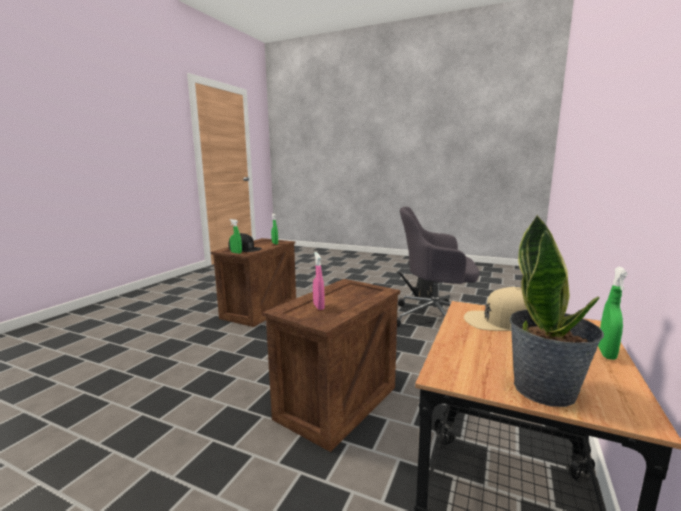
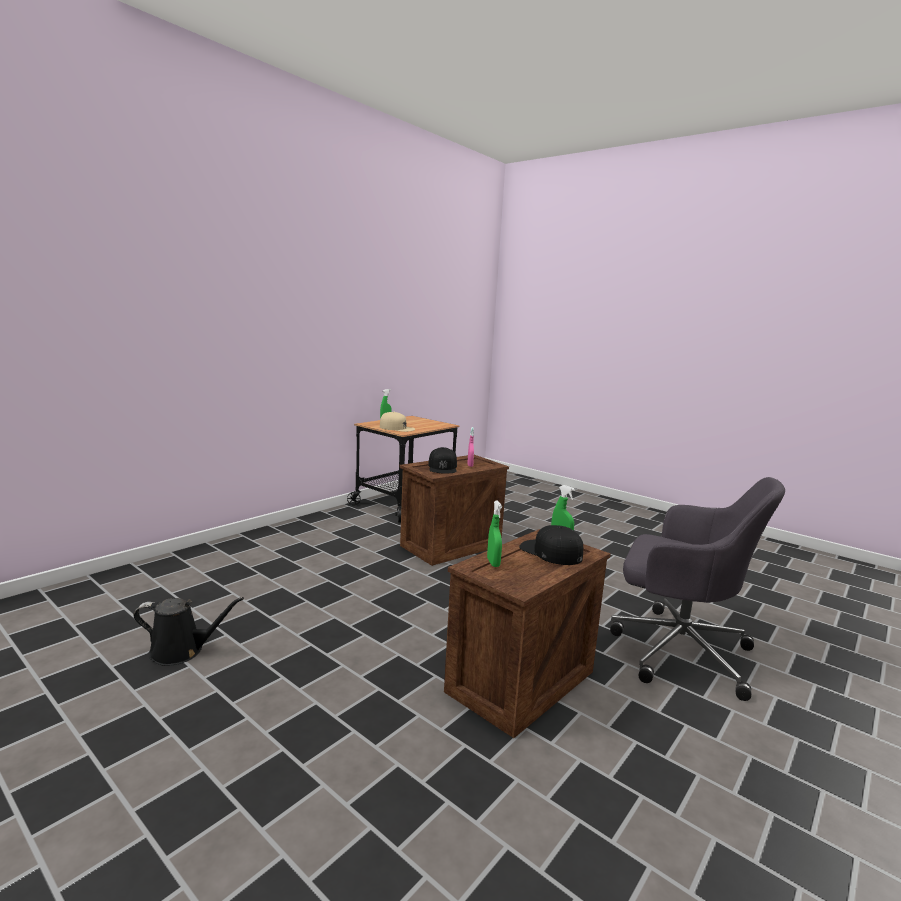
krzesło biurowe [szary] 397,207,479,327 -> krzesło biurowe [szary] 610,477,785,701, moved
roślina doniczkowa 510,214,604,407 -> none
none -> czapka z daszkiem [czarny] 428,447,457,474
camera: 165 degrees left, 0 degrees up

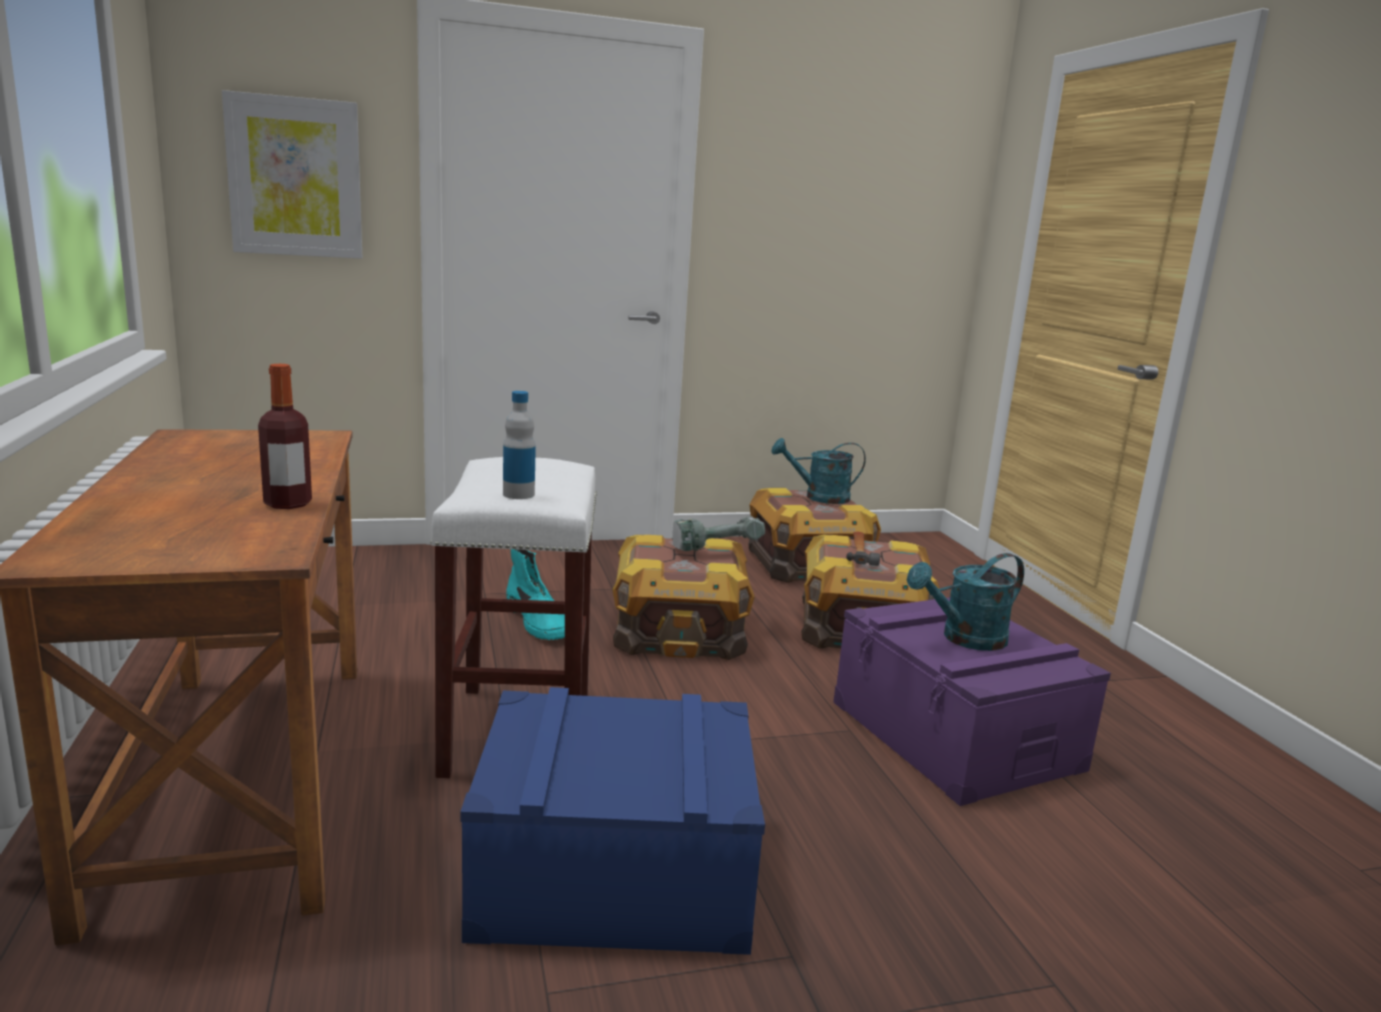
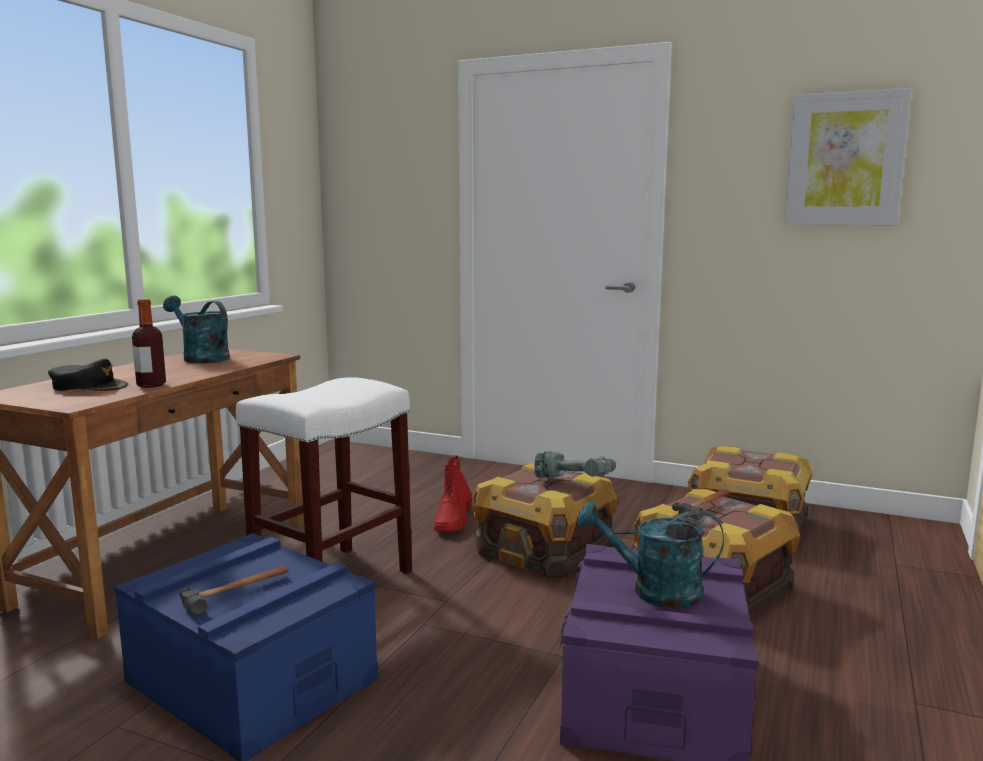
obraz 222,90,362,259 -> obraz 785,88,911,225, moved
butelka 503,391,536,499 -> none
konewka [turkusowy] 771,438,866,504 -> konewka [turkusowy] 163,296,230,363, moved
but z cholewką [turkusowy] 506,549,565,640 -> but z cholewką [czerwony] 434,455,472,532
none -> czapka z daszkiem [czarny] 48,359,128,391
none -> młotek 180,566,289,615
camera: 40 degrees right, 5 degrees down

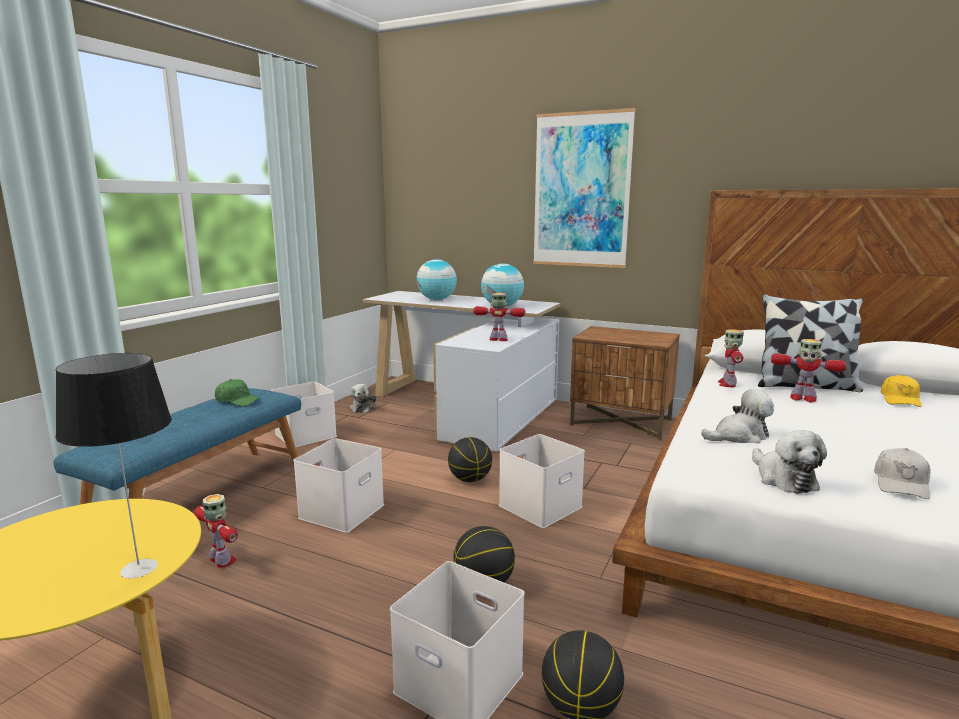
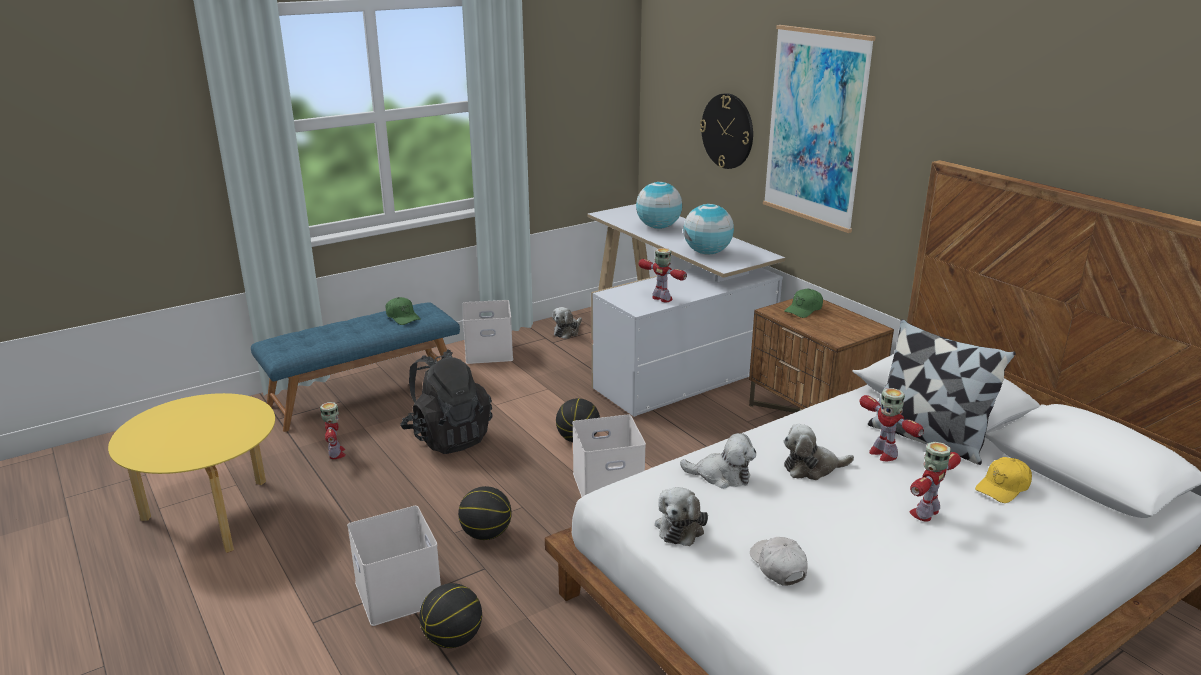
robot zabawkowy 718,329,744,387 -> robot zabawkowy 910,442,961,522, moved
lampa stołowa 55,353,172,578 -> none
pojemnik do przechowywania [biały] 293,438,384,533 -> plecak [czarny] 400,349,492,454
czapka z daszkiem [biały] 874,448,931,499 -> czapka z daszkiem [biały] 750,537,808,586, 105 degrees clockwise
none -> zegar ścienny 700,93,753,169
none -> czapka z daszkiem [zielony] 784,289,823,318
none -> pluszak 783,424,854,480
camera: 30 degrees right, 10 degrees up

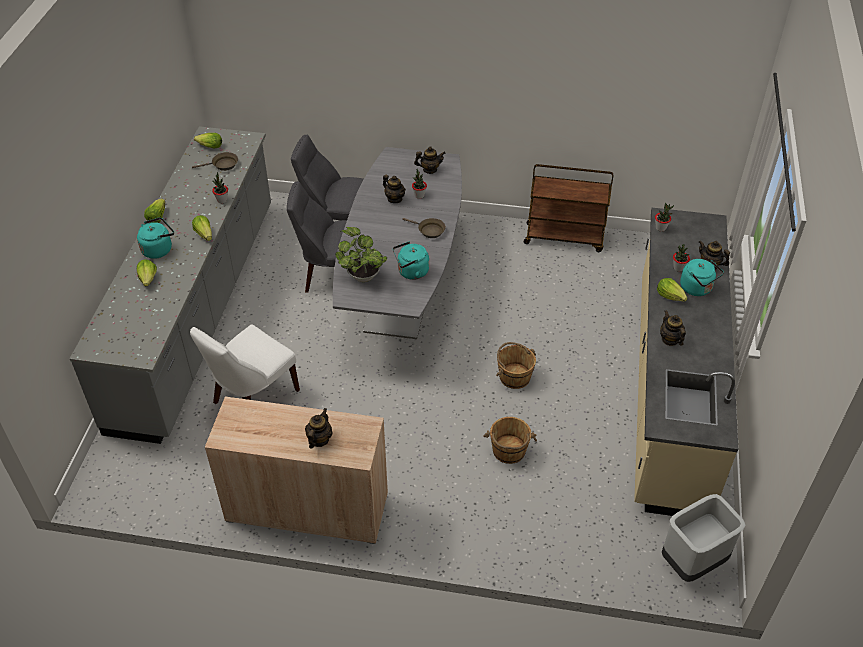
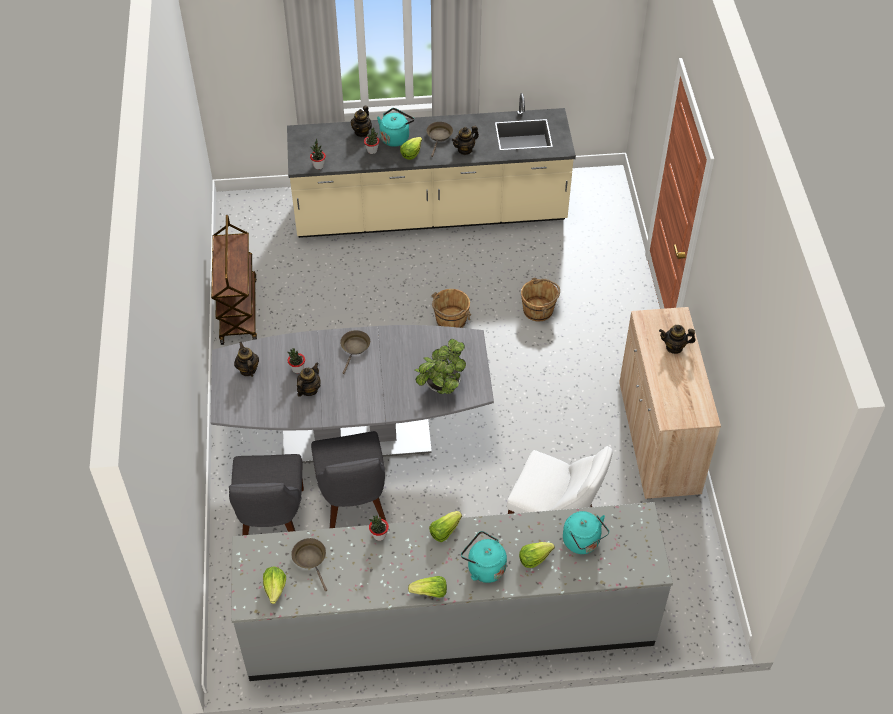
czajnik [turkusowy] 393,242,429,280 -> czajnik [turkusowy] 563,511,609,554, moved
kosz na śmieci [szary] 662,494,746,582 -> none
none -> patelnia [brązowy] 426,122,453,157
camera: 105 degrees left, 5 degrees up

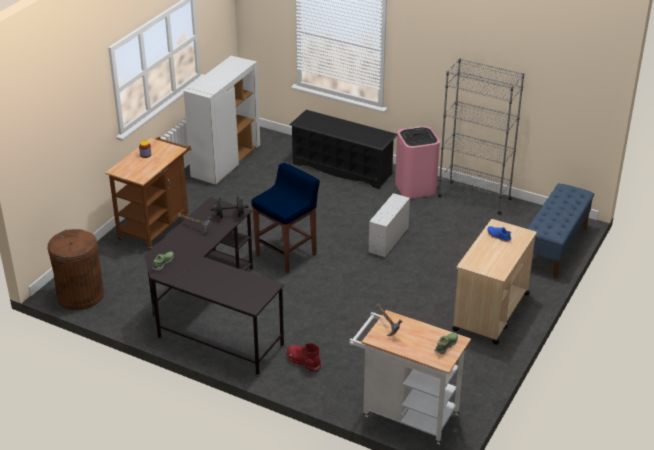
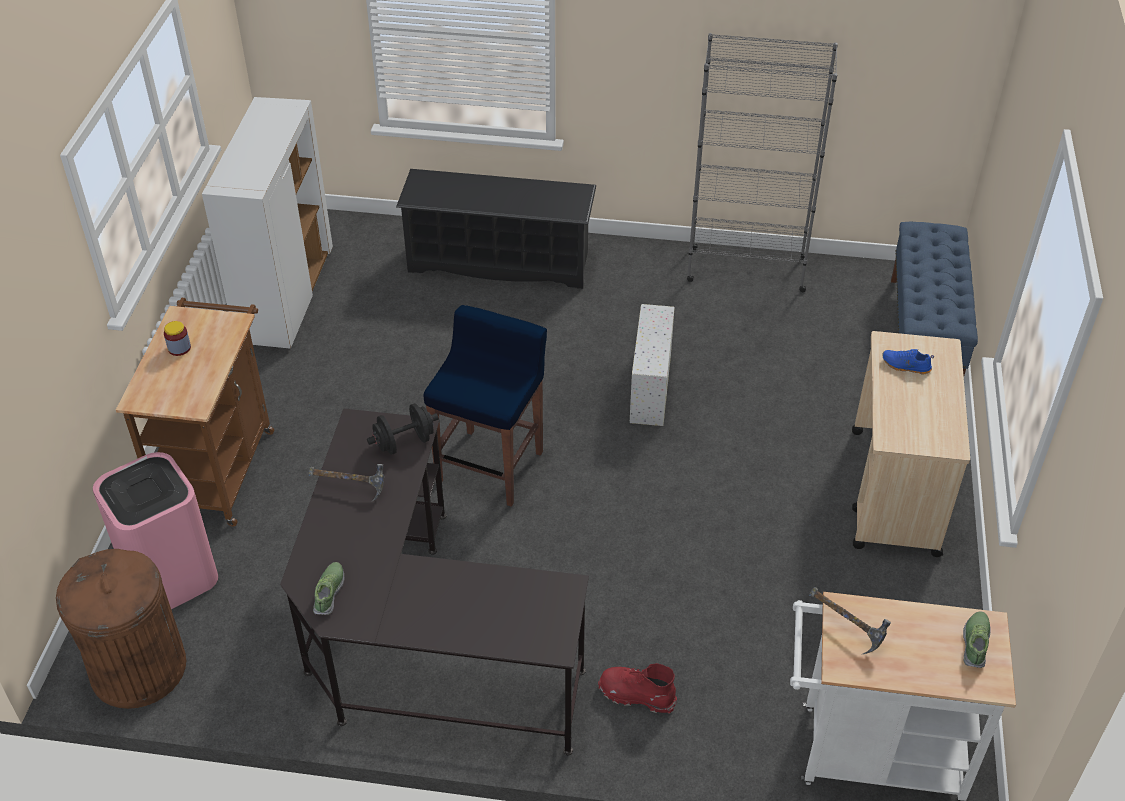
kosz na śmieci [różowy] 395,126,440,199 -> kosz na śmieci [różowy] 93,452,218,609, moved
camera: 20 degrees left, 10 degrees up

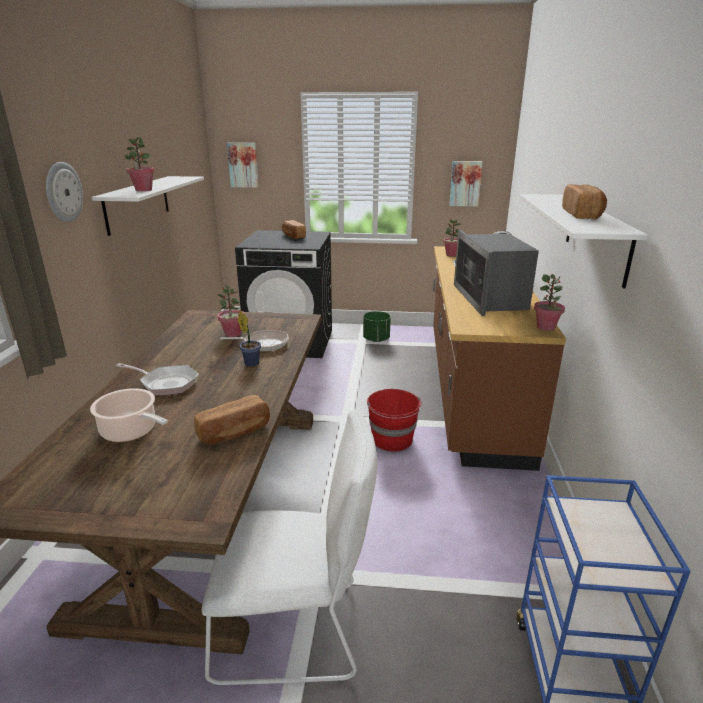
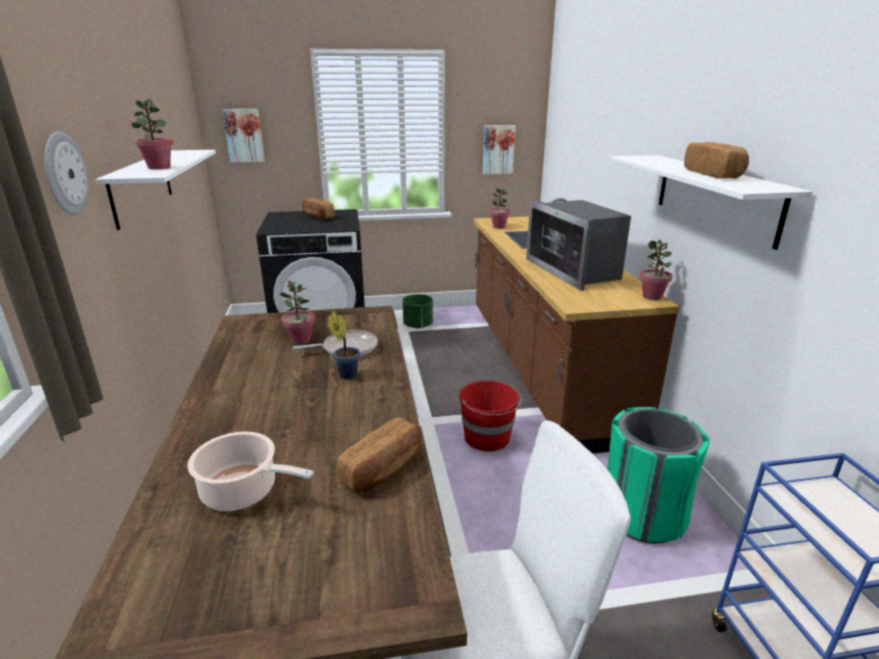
patelnia 115,363,199,396 -> none
none -> kosz na śmieci [zielony] 607,407,710,544
camera: 15 degrees left, 0 degrees up

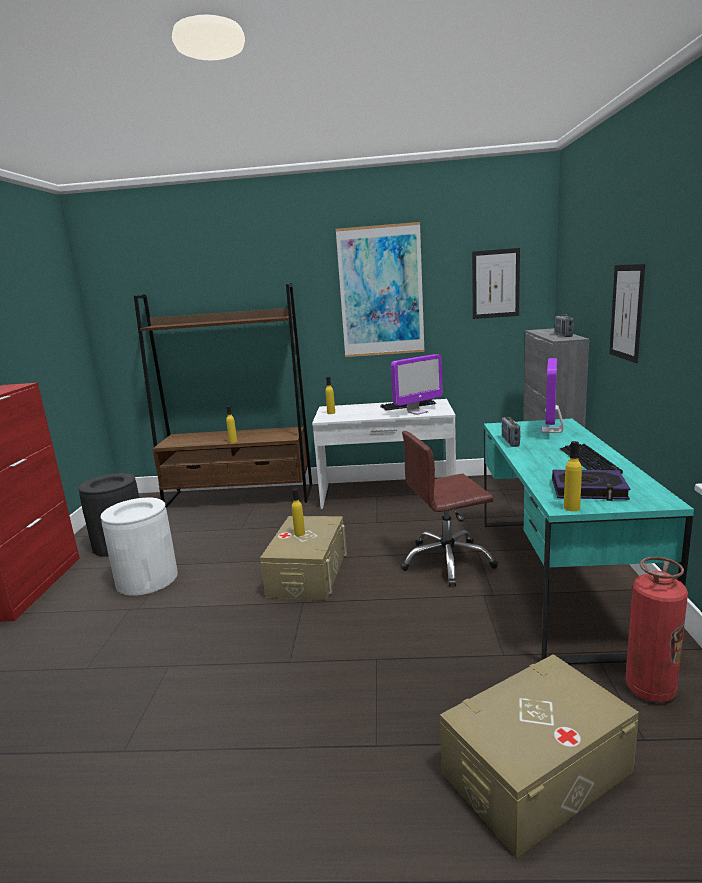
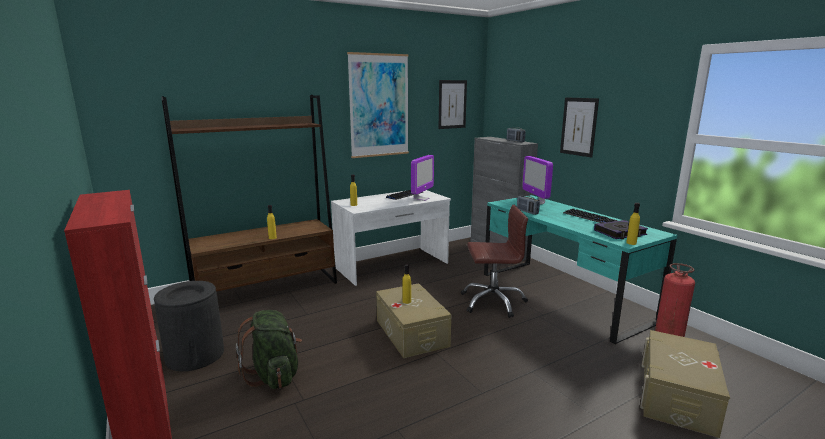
krzesło biurowe [brązowy] 401,431,498,586 -> krzesło biurowe [brązowy] 461,205,528,318, 135 degrees counterclockwise
kosz na śmieci [biały] 101,498,178,596 -> plecak [zielony] 236,310,302,389
camera: 35 degrees left, 0 degrees up

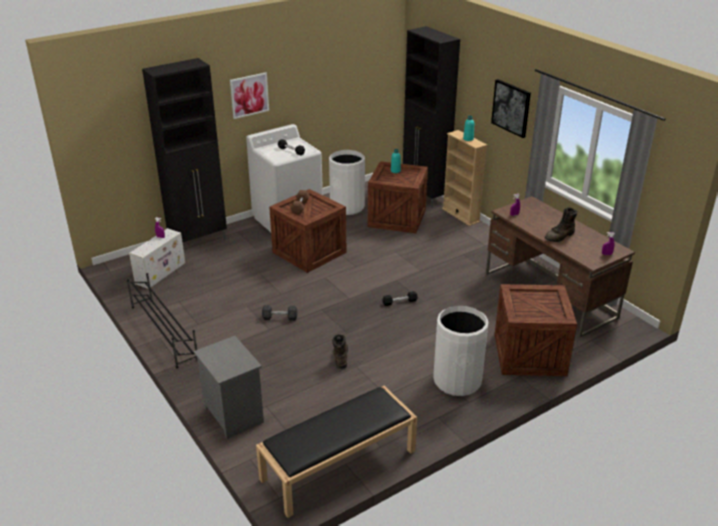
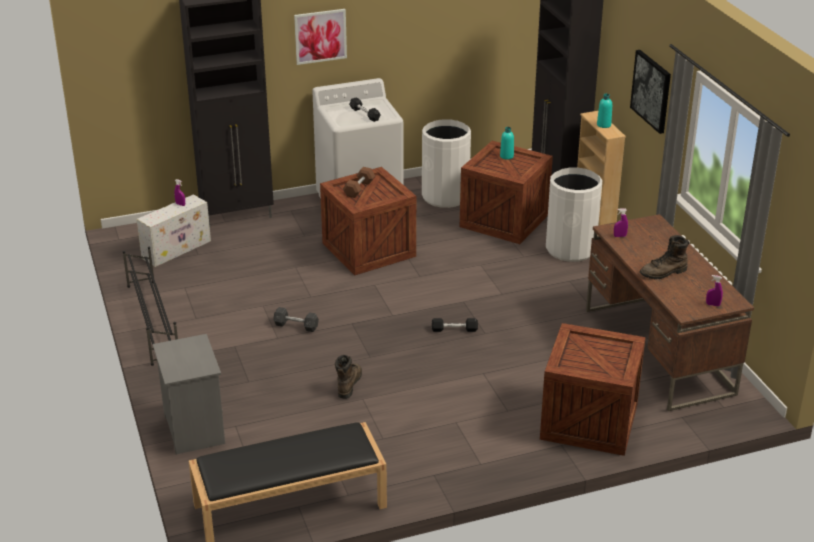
kosz na śmieci [biały] 433,306,488,396 -> kosz na śmieci [biały] 546,167,602,262, moved
camera: 15 degrees right, 0 degrees up

